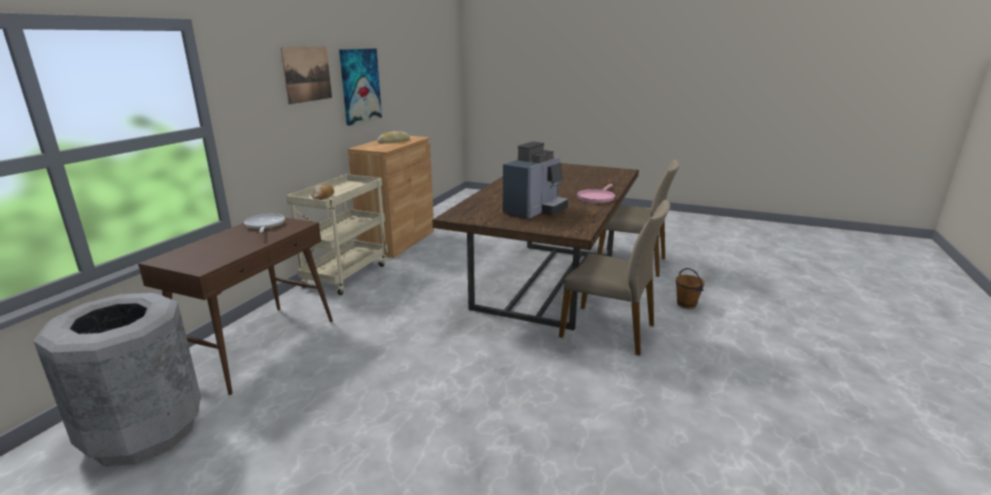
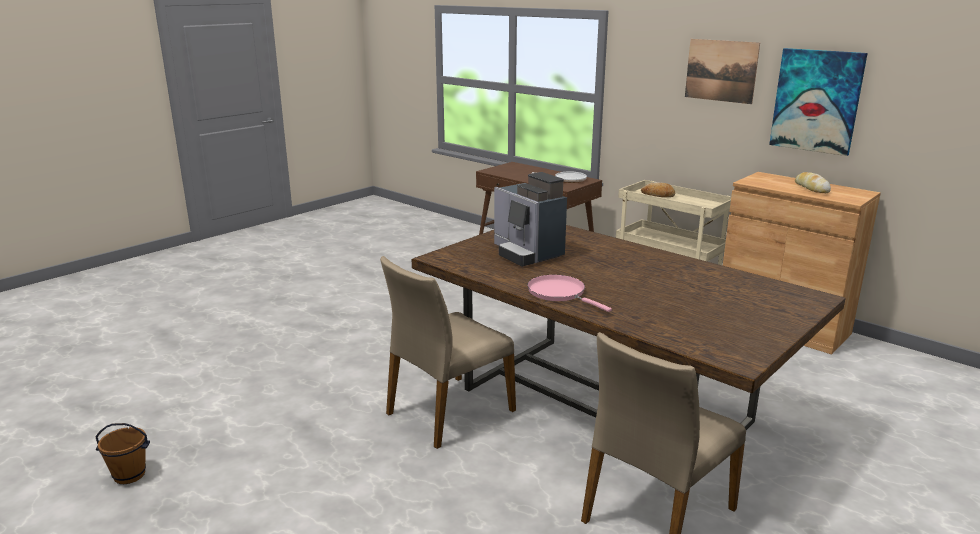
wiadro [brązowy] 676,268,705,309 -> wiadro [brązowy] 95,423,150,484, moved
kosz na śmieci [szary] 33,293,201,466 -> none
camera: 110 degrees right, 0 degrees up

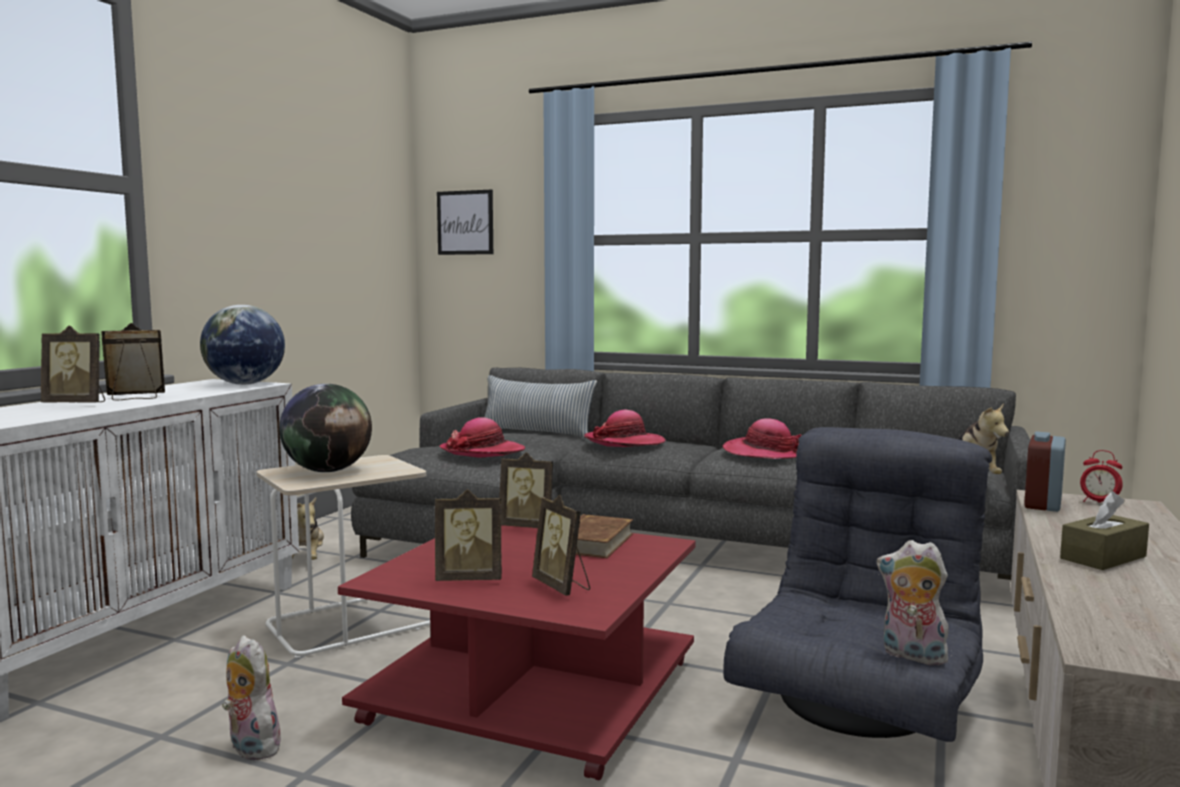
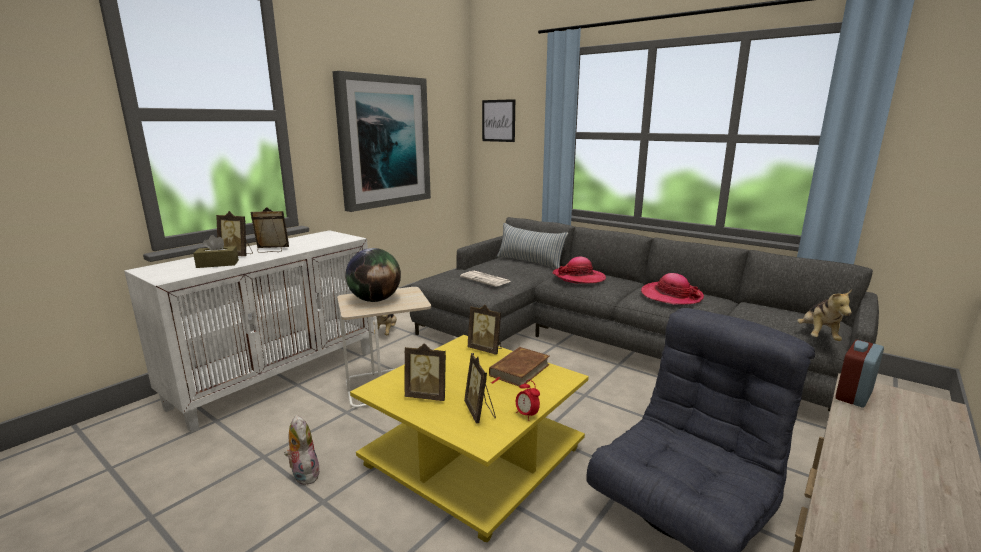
globus 200,305,285,385 -> none
kapelusz 440,418,525,458 -> gazeta 460,271,511,287
budzik 1080,450,1123,503 -> budzik 516,380,540,421, moved
pudełko chusteczek [brązowy] 1060,491,1149,570 -> pudełko chusteczek [brązowy] 193,235,239,268, moved
ława [czerwony] 338,525,696,781 -> ława [żółty] 350,335,589,542
pluszak 877,540,951,666 -> none
none -> obraz 332,71,431,212
camera: 15 degrees right, 10 degrees up

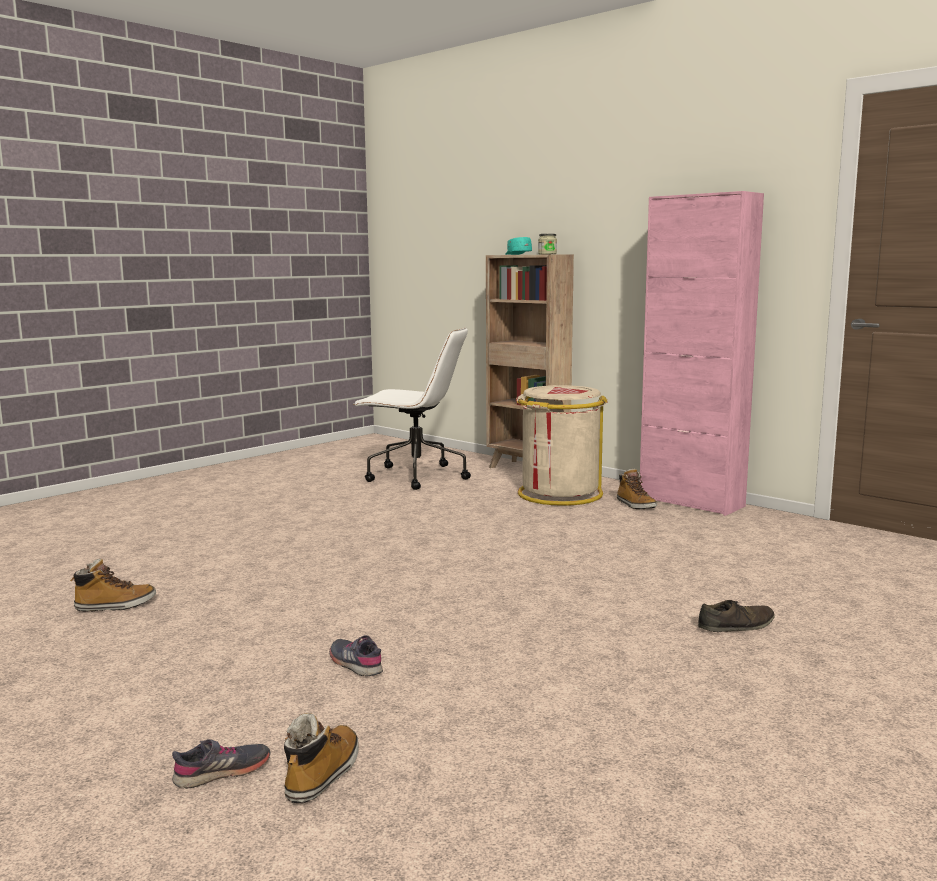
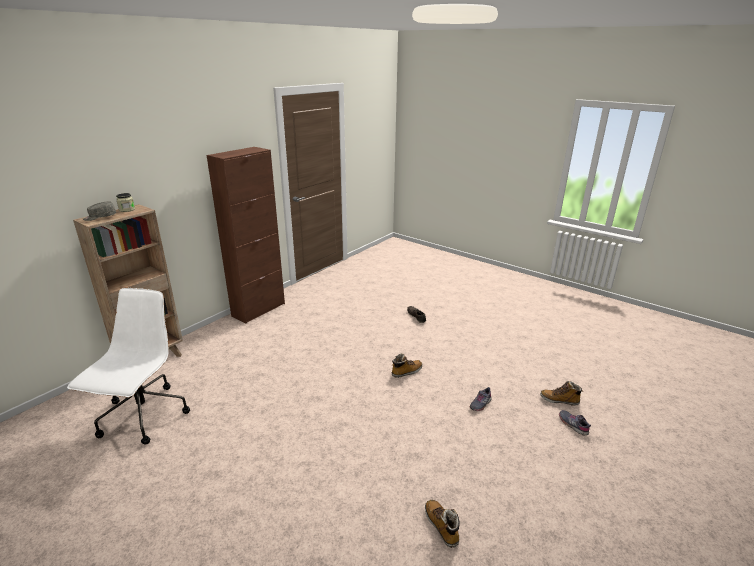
szafka [różowy] 640,191,764,516 -> szafka [brązowy] 207,147,285,324
czapka z daszkiem [turkusowy] 505,237,532,255 -> czapka z daszkiem [szary] 83,201,116,221
kosz na śmieci [beżowy] 516,385,608,506 -> none
but z cholewką 617,469,657,509 -> but z cholewką 392,353,422,378, moved
camera: 95 degrees left, 15 degrees up

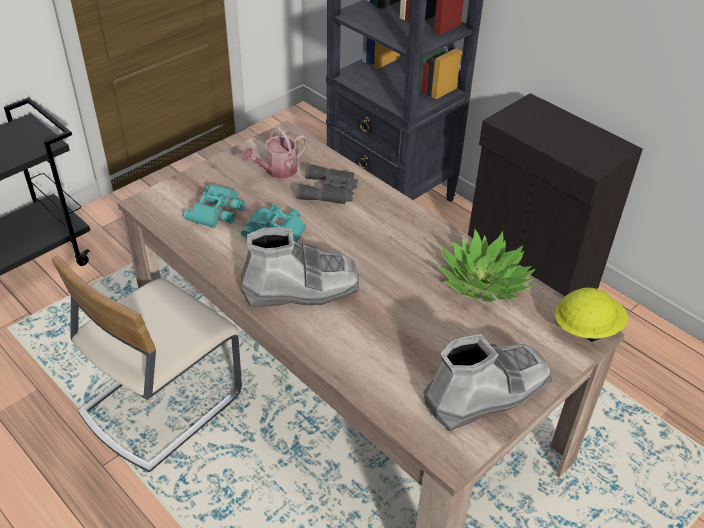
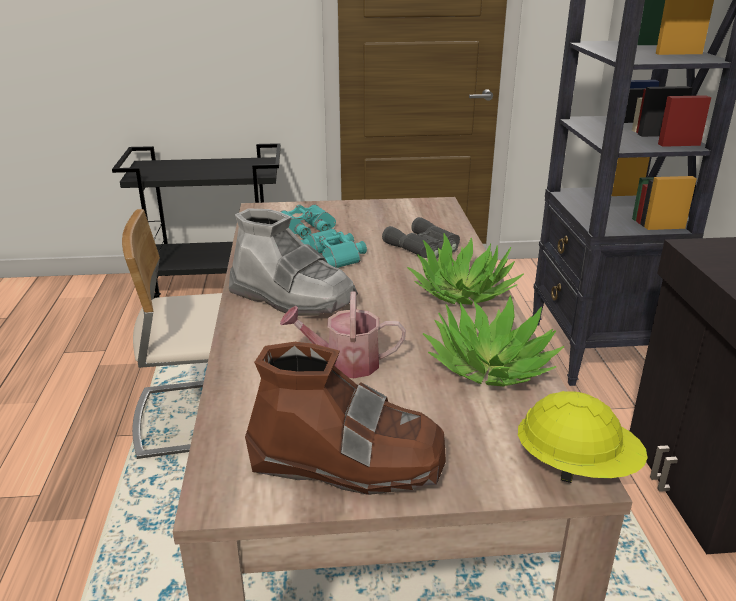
konewka 242,127,307,179 -> konewka 280,291,406,378, moved
but z cholewką [szary] 424,334,552,431 -> but z cholewką [brązowy] 245,342,446,495
none -> roślina doniczkowa 407,233,524,305
camera: 40 degrees right, 15 degrees down

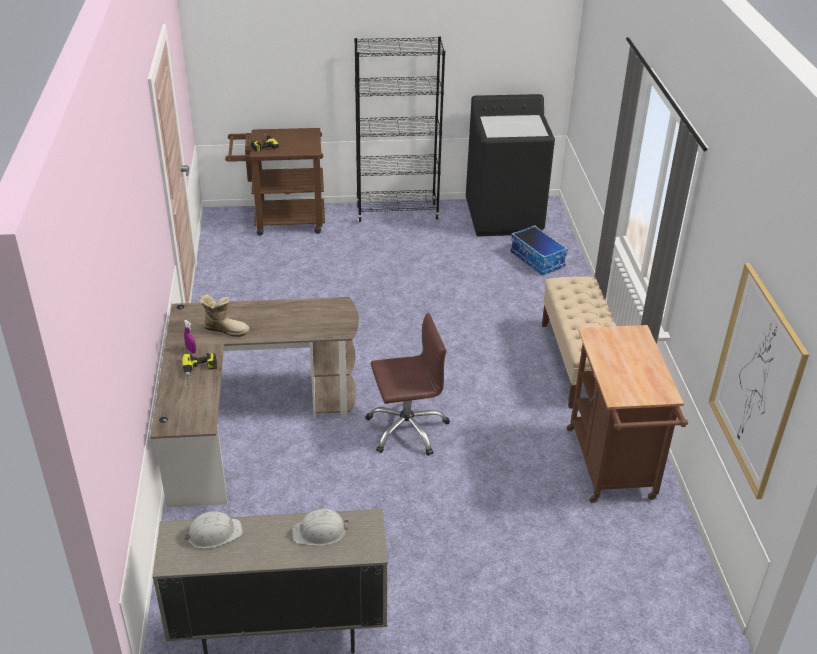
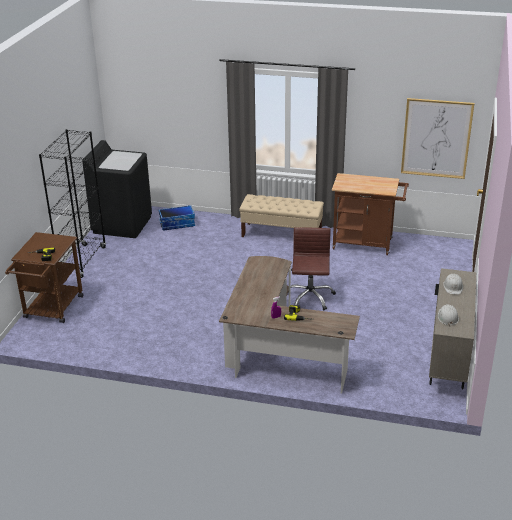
but z cholewką 199,295,250,337 -> none
camera: 70 degrees left, 5 degrees down

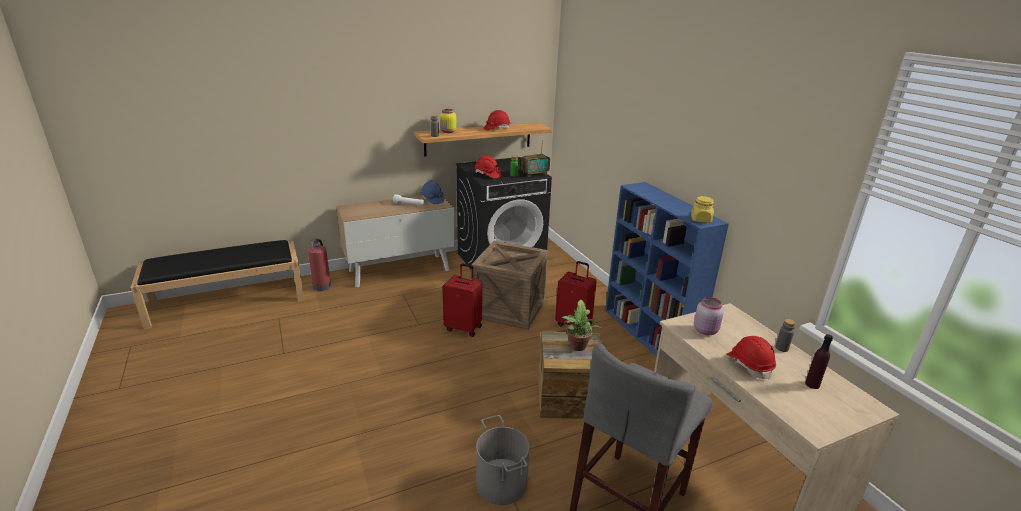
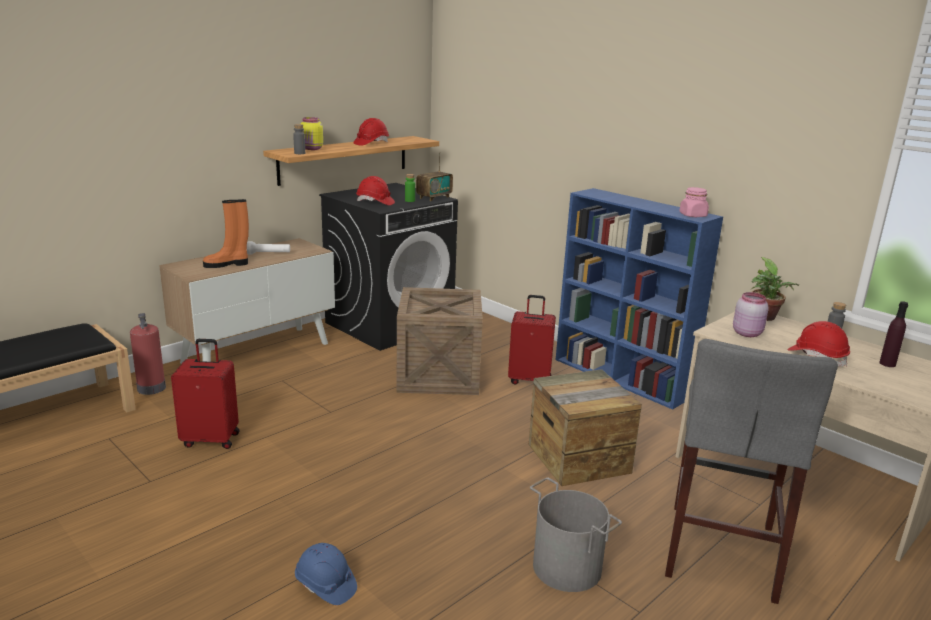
kask [niebieski] 421,181,444,204 -> kask [niebieski] 295,543,357,605, moved
słoik [żółty] 691,196,714,223 -> słoik [różowy] 679,187,709,217
walizka [czerwony] 442,264,482,337 -> walizka [czerwony] 171,339,239,449, moved
roślina doniczkowa 561,300,602,351 -> roślina doniczkowa 751,257,799,321, moved
none -> but z cholewką [pomarańczowy] 203,199,249,268
camera: 20 degrees left, 5 degrees down

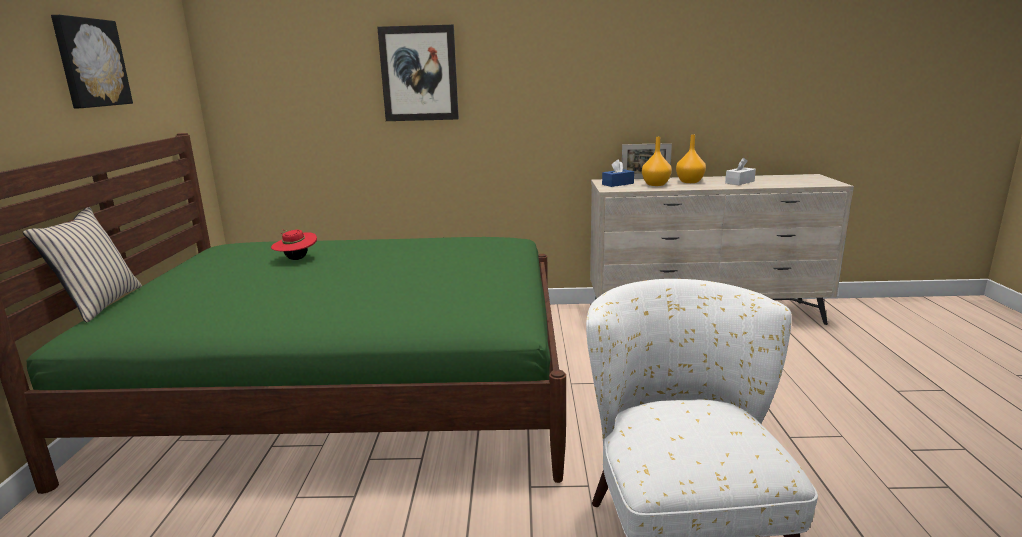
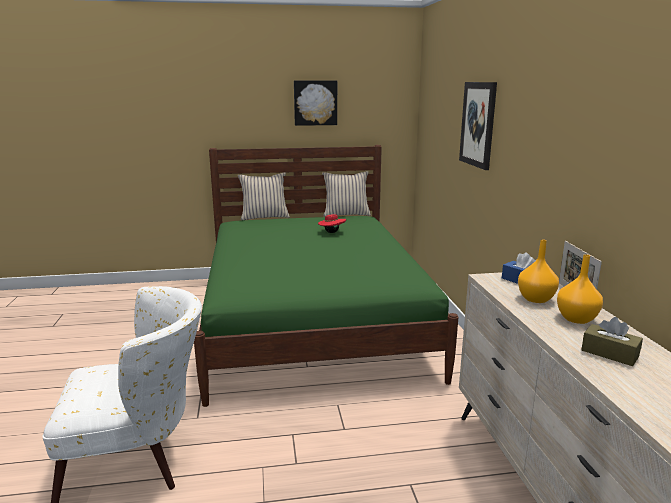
pudełko chusteczek [biały] 725,157,756,185 -> pudełko chusteczek [brązowy] 581,317,643,366
none -> poduszka [beżowy] 322,171,371,217
camera: 80 degrees right, 0 degrees up

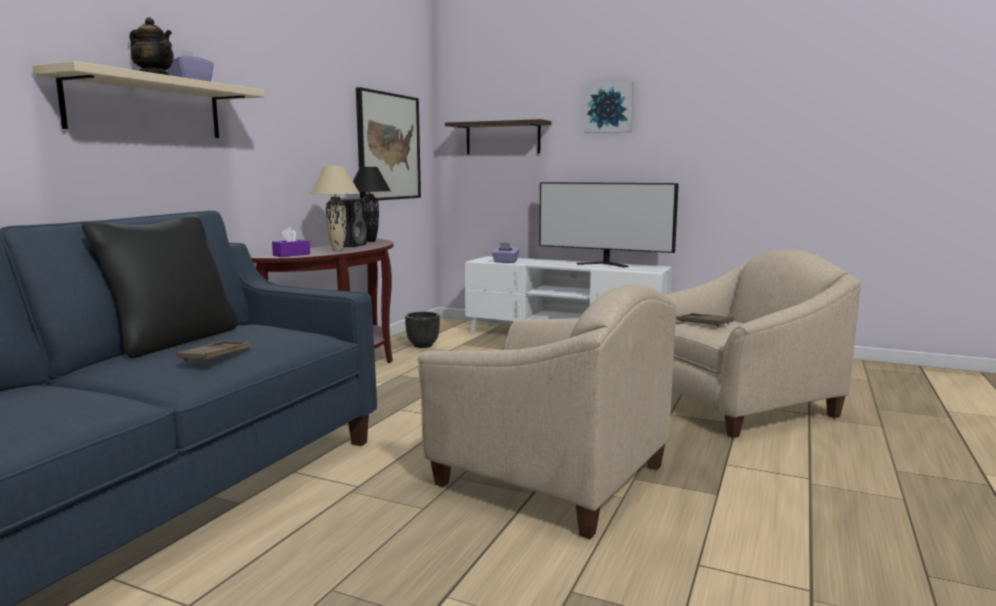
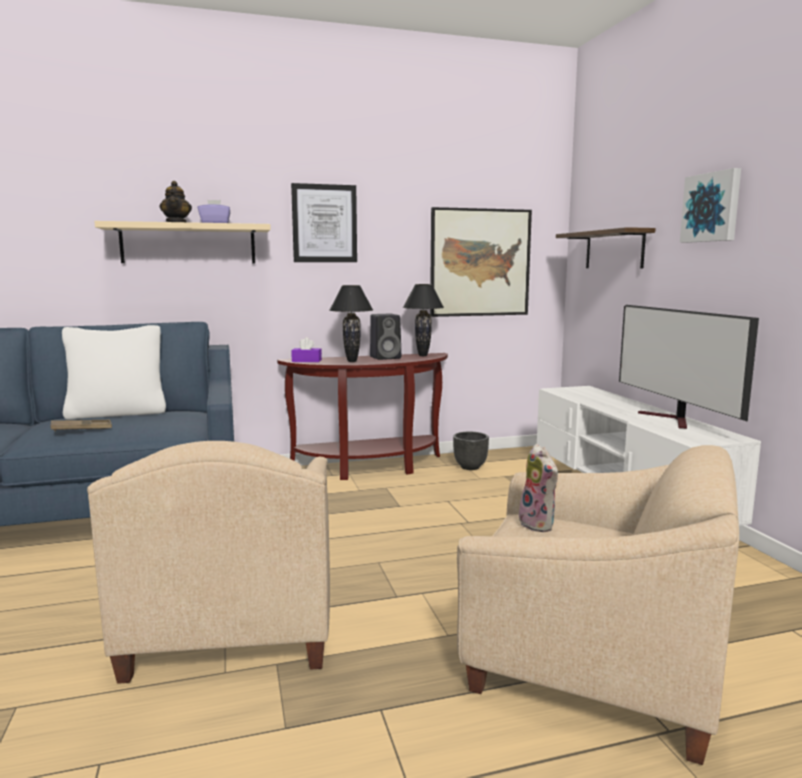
lampa stołowa [beżowy] 310,166,360,251 -> lampa stołowa [czarny] 330,285,373,362
poduszka [czarny] 82,215,237,358 -> poduszka [biały] 62,325,166,420
pudełko chusteczek [fioletowy] 492,243,519,263 -> none
taca [brązowy] 676,313,734,327 -> pluszak 519,444,558,532
none -> obraz 291,183,357,262
camera: 50 degrees right, 0 degrees up

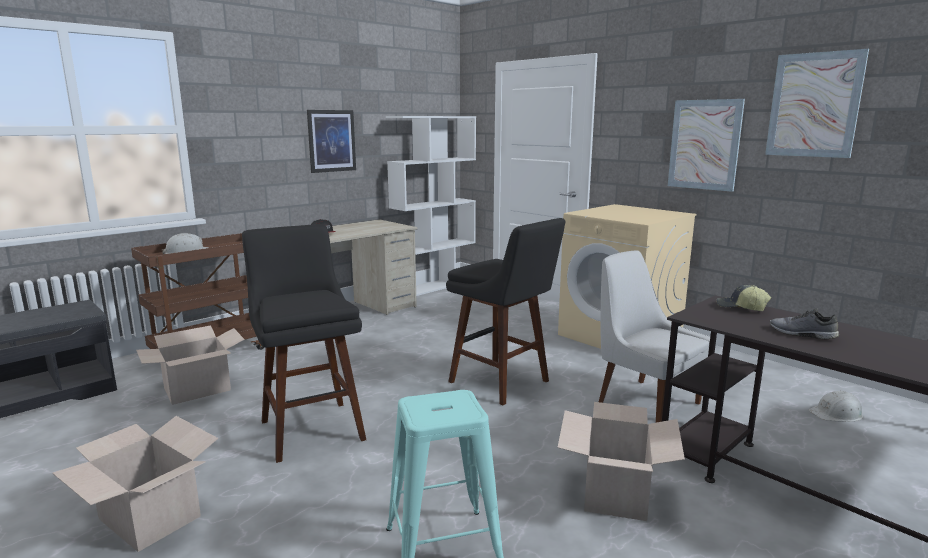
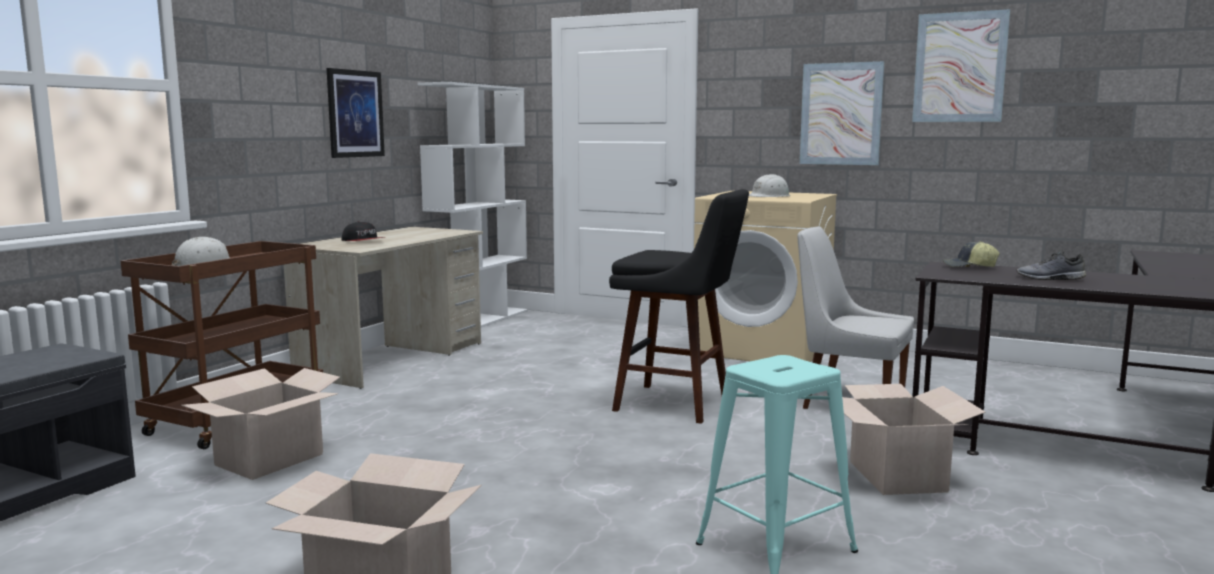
stołek [czarny] 242,224,366,463 -> none
kask [biały] 809,391,863,422 -> kask [biały] 749,174,790,197, moved
camera: 20 degrees left, 5 degrees down

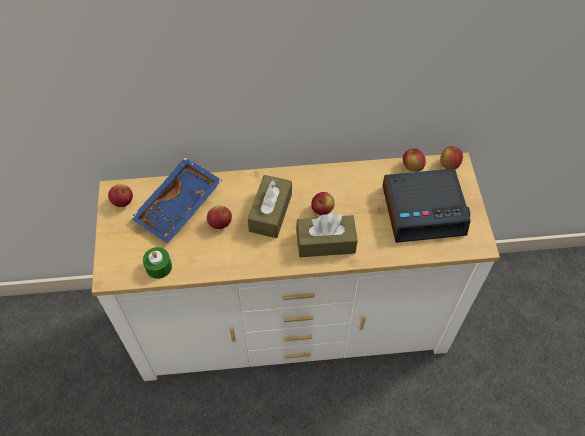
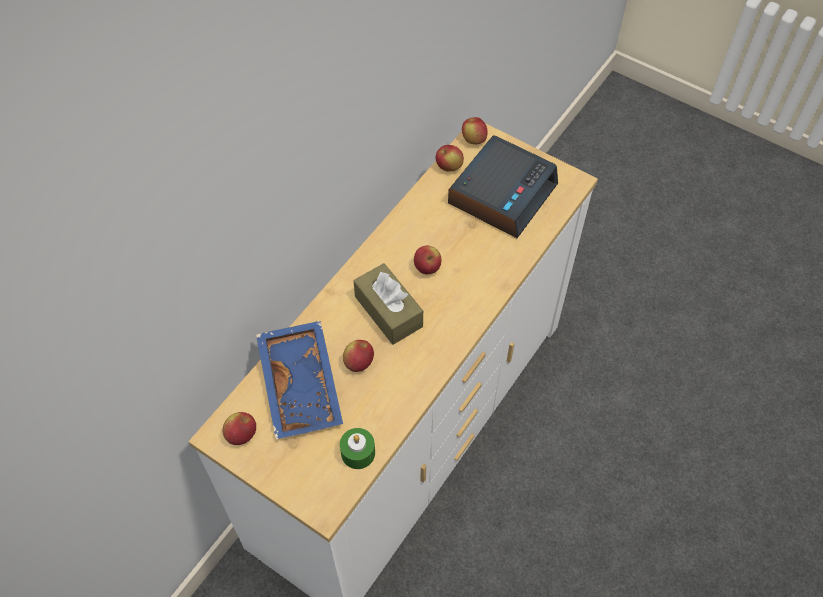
pudełko chusteczek [brązowy] 296,213,358,257 -> none
camera: 50 degrees left, 0 degrees up

